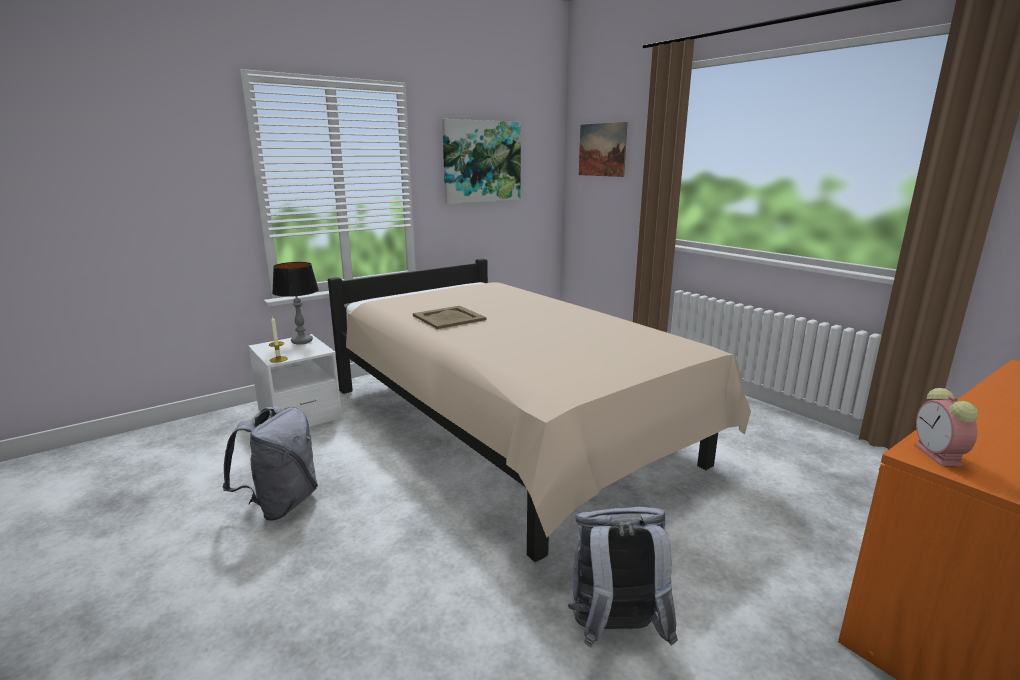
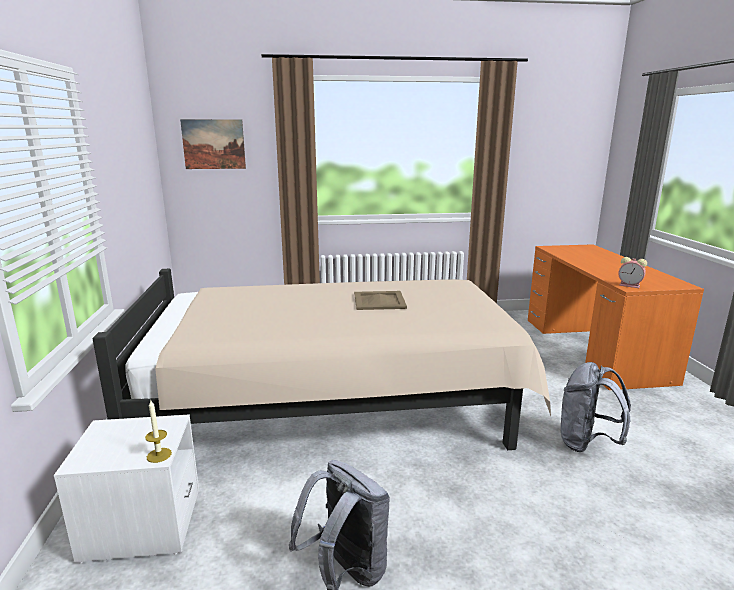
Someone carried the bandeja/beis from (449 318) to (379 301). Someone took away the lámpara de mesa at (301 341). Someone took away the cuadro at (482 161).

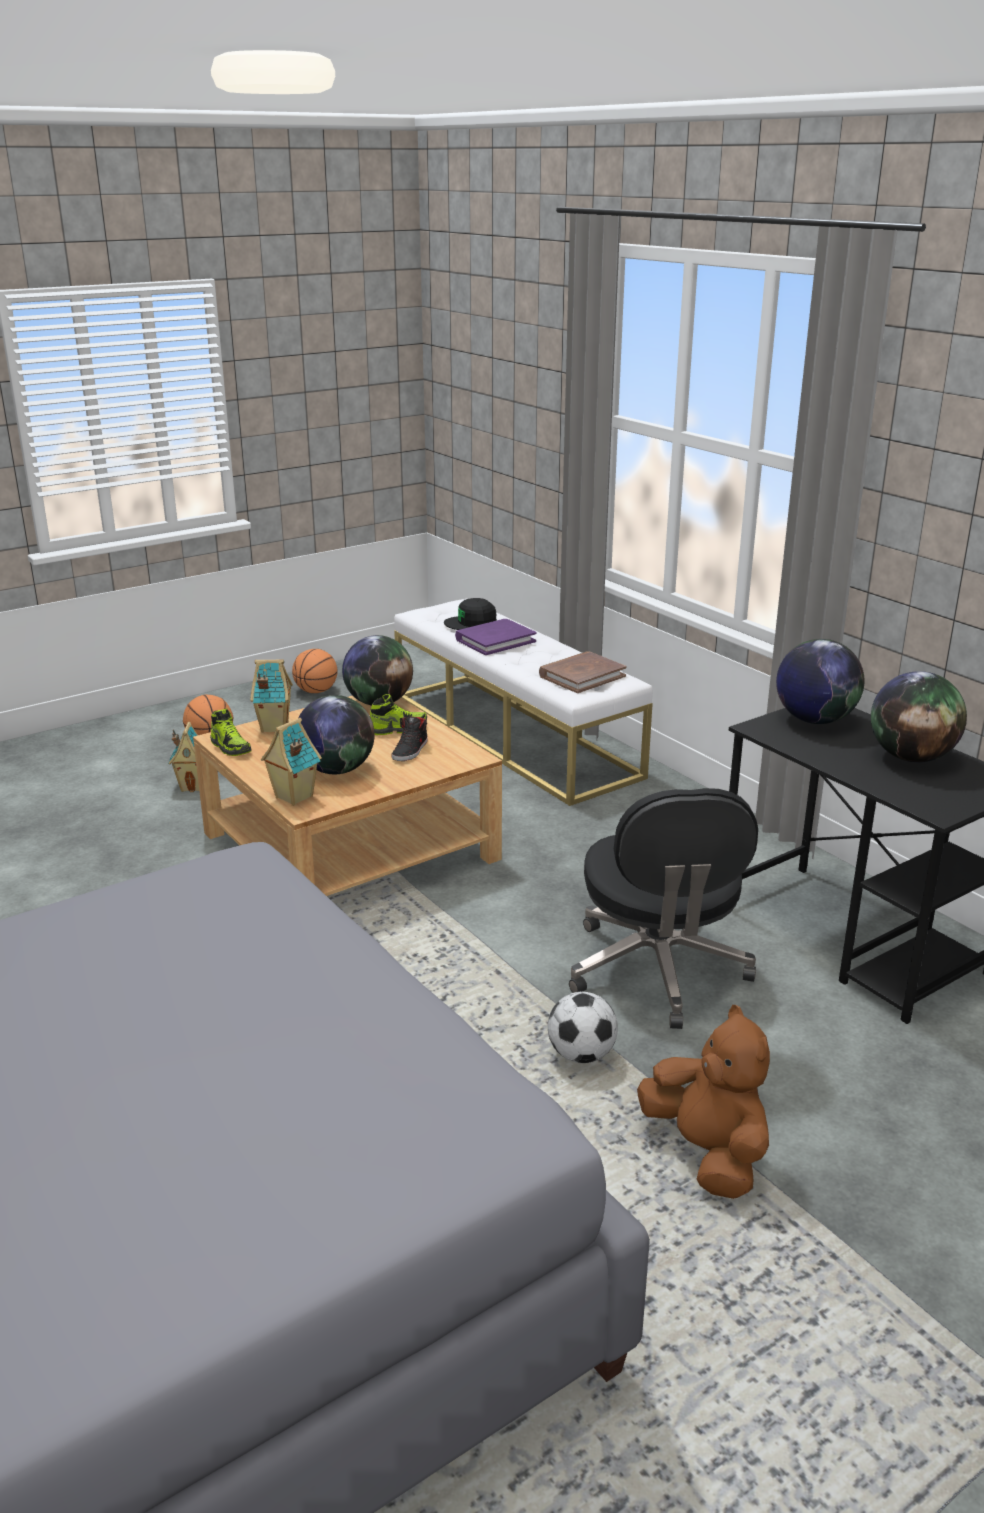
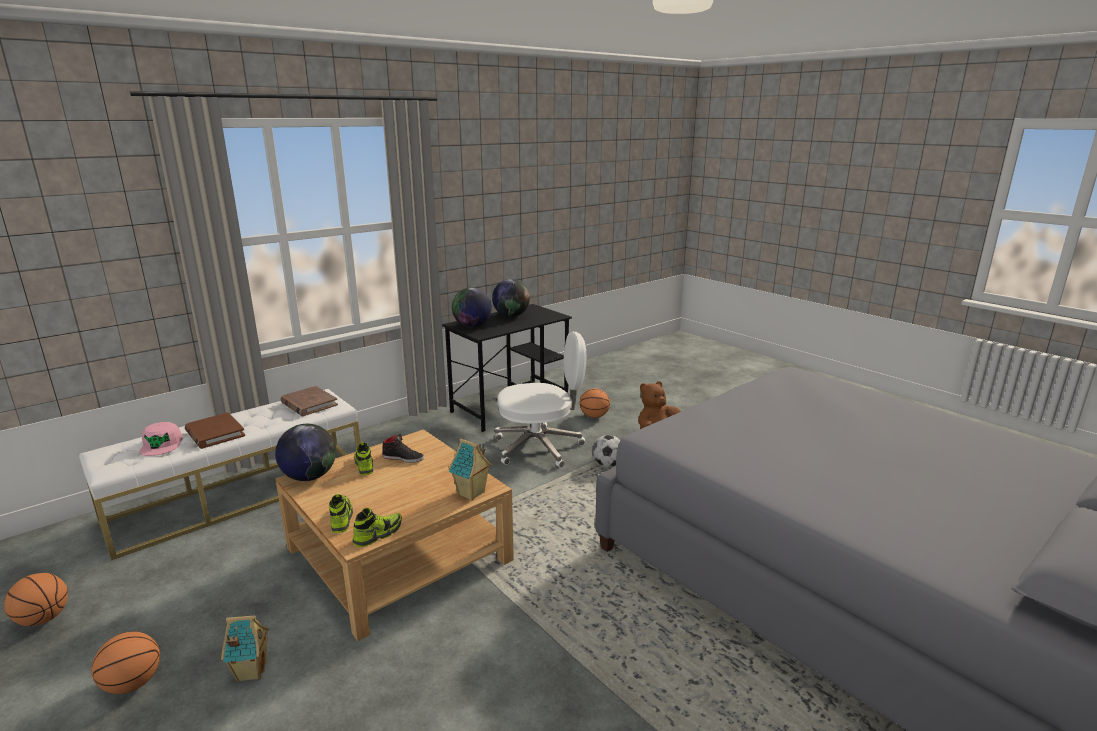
Someone repainted the gorra/negro at (471 623), which became the gorra/rosa at (161 444). Someone repainted the libro/morado at (495 640), which became the libro/marrón at (215 433). Someone swapped the casita at (273 727) for the zapato at (341 519). Someone repainted the silla de oficina/negro at (657 971), which became the silla de oficina/blanco at (540 447). Someone put down the balón de baloncesto at (594 416). Someone took away the globo terráqueo at (336 770).

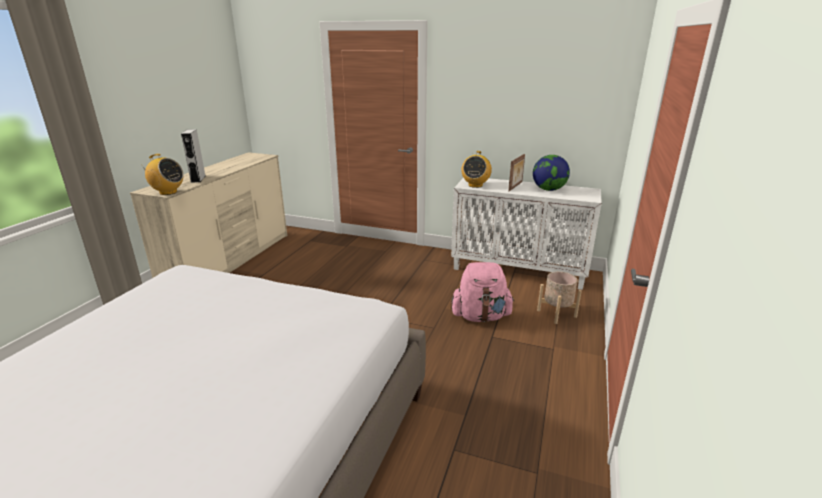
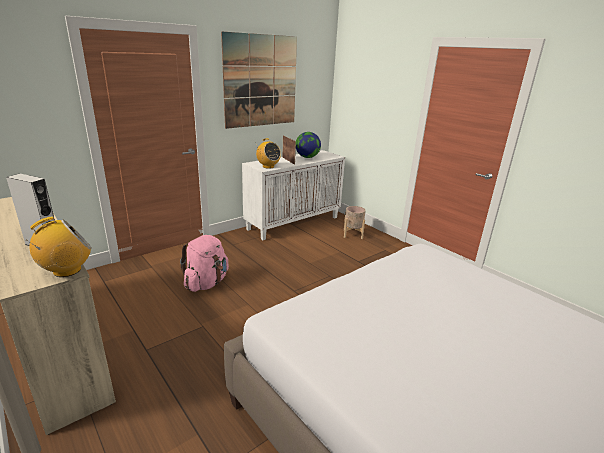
Someone carried the mochila/rosa from (481 316) to (206 283). Someone put up the cuadro at (261 81).

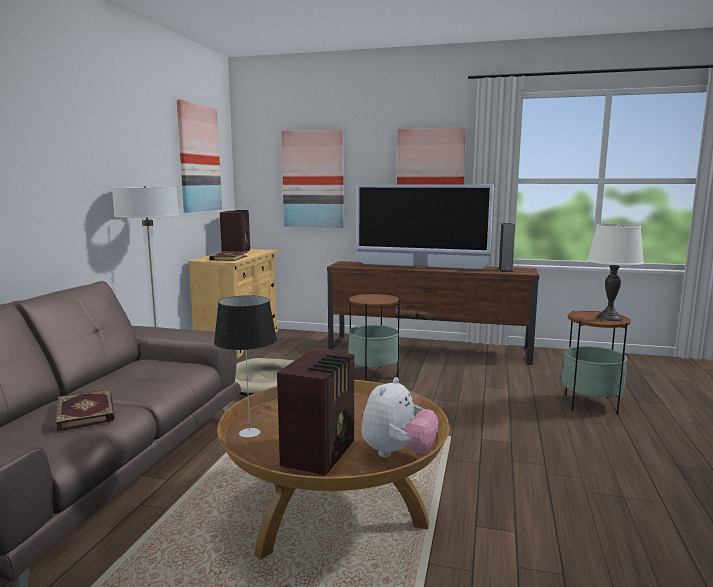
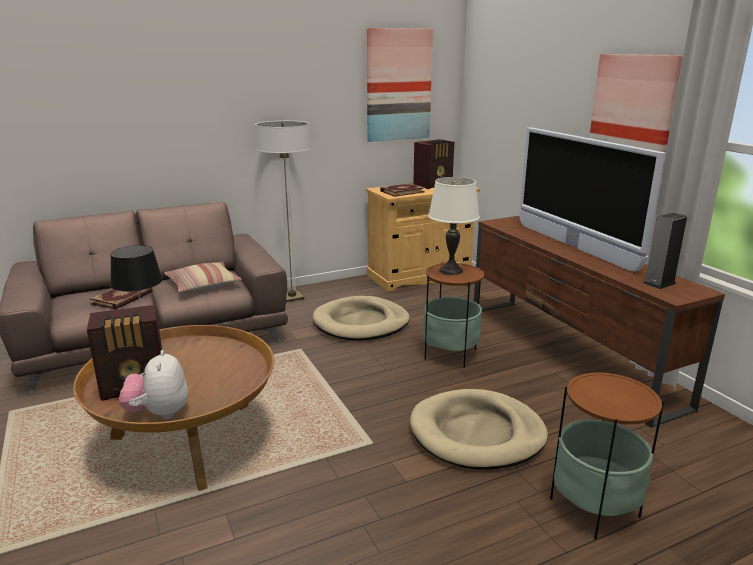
Someone rotated the peluche at (397 453) by 90 degrees clockwise. Someone put down the cojín at (203 284). Someone put down the cama para perro/beis at (477 434). Someone carried the lámpara de mesa/blanco from (609 318) to (451 270). Someone took away the cuadro at (313 179).

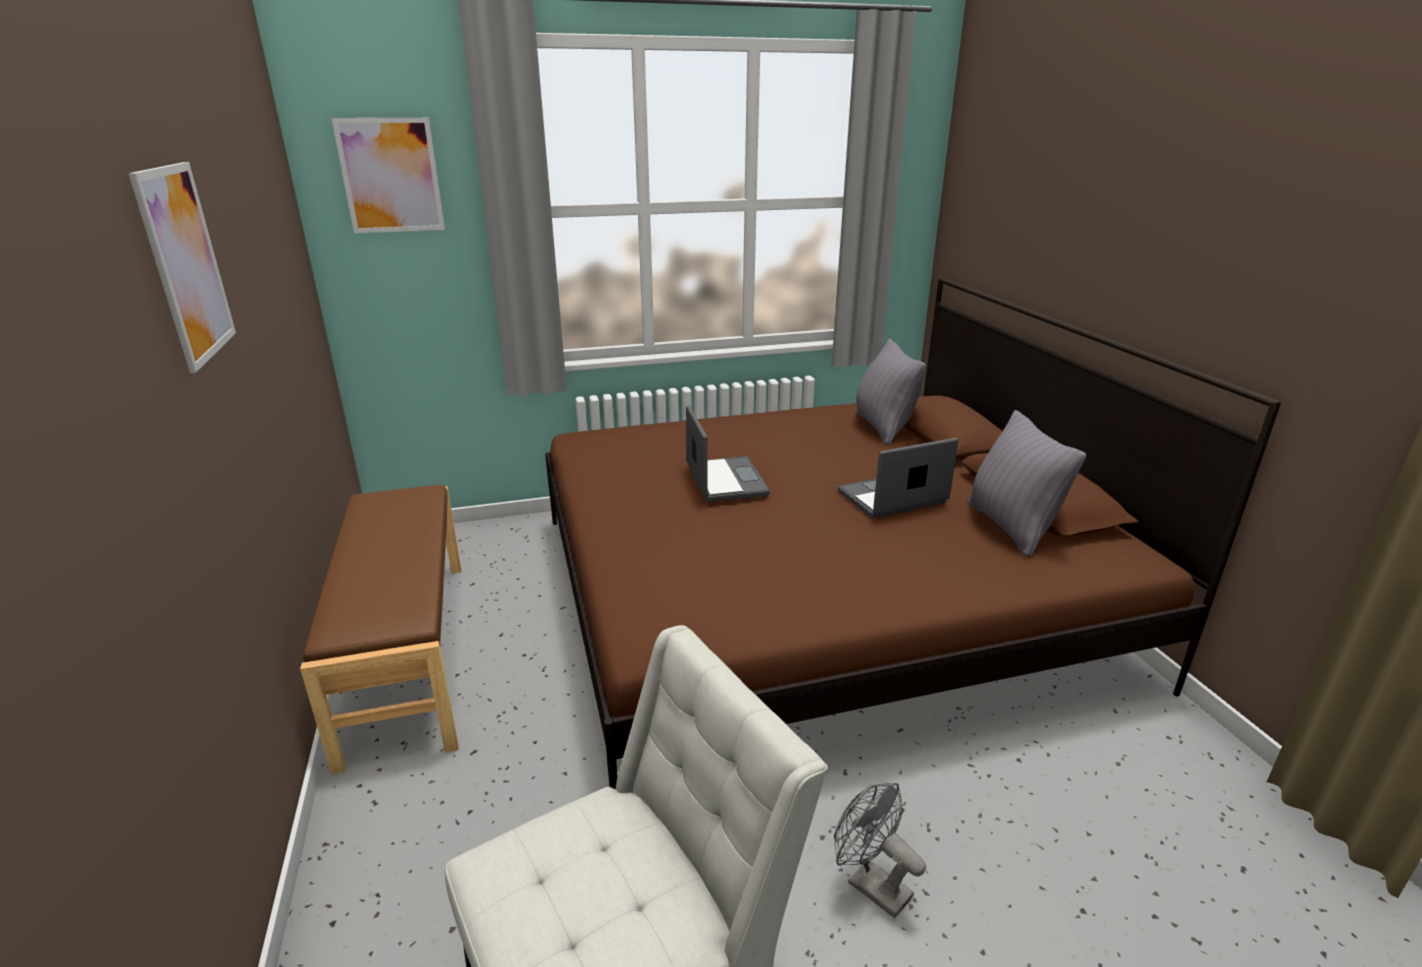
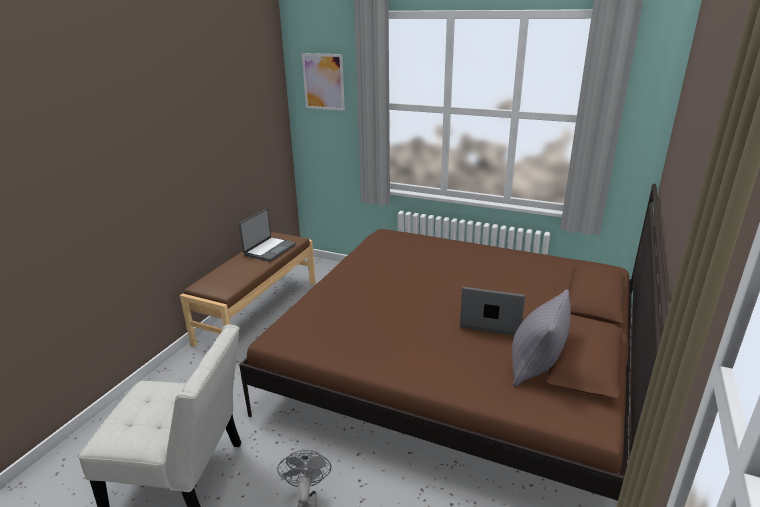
Someone carried the portátil from (724 481) to (269 250). Someone took away the cuadro at (186 264). Someone took away the cojín/gris at (883 428).

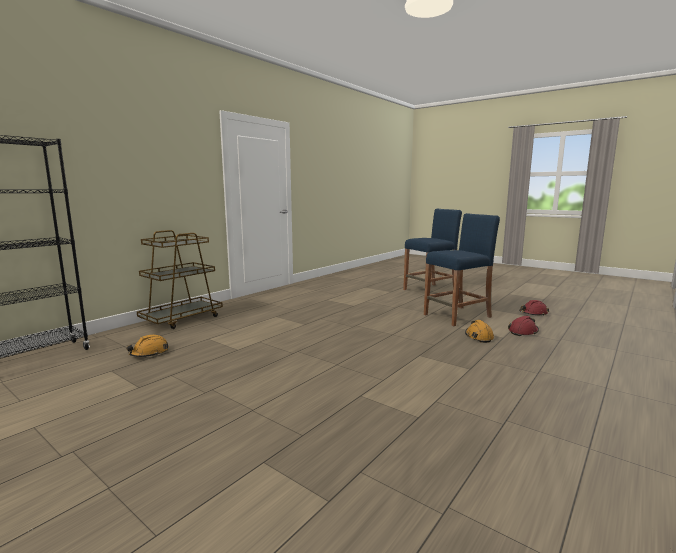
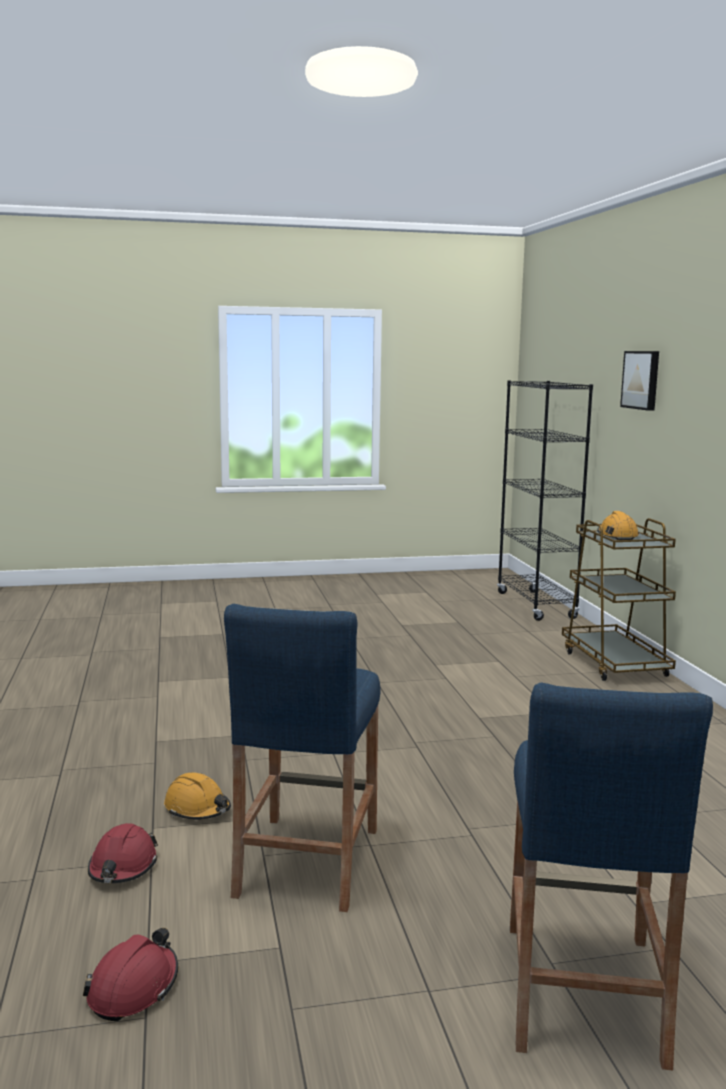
Someone carried the casco/naranja from (149 353) to (617 536). Someone put up the cuadro at (642 380).

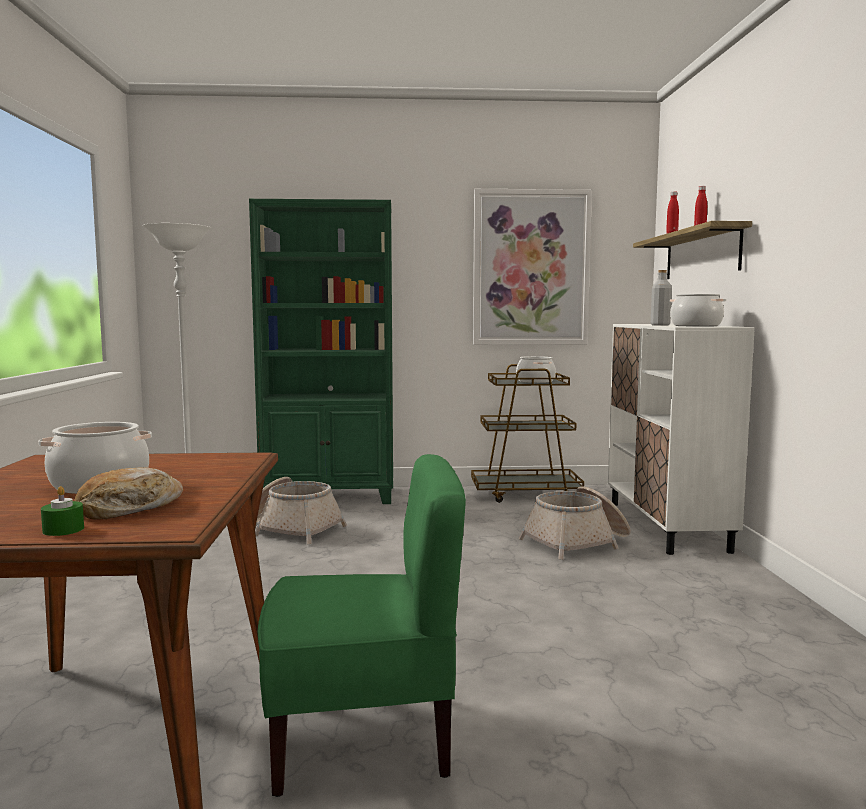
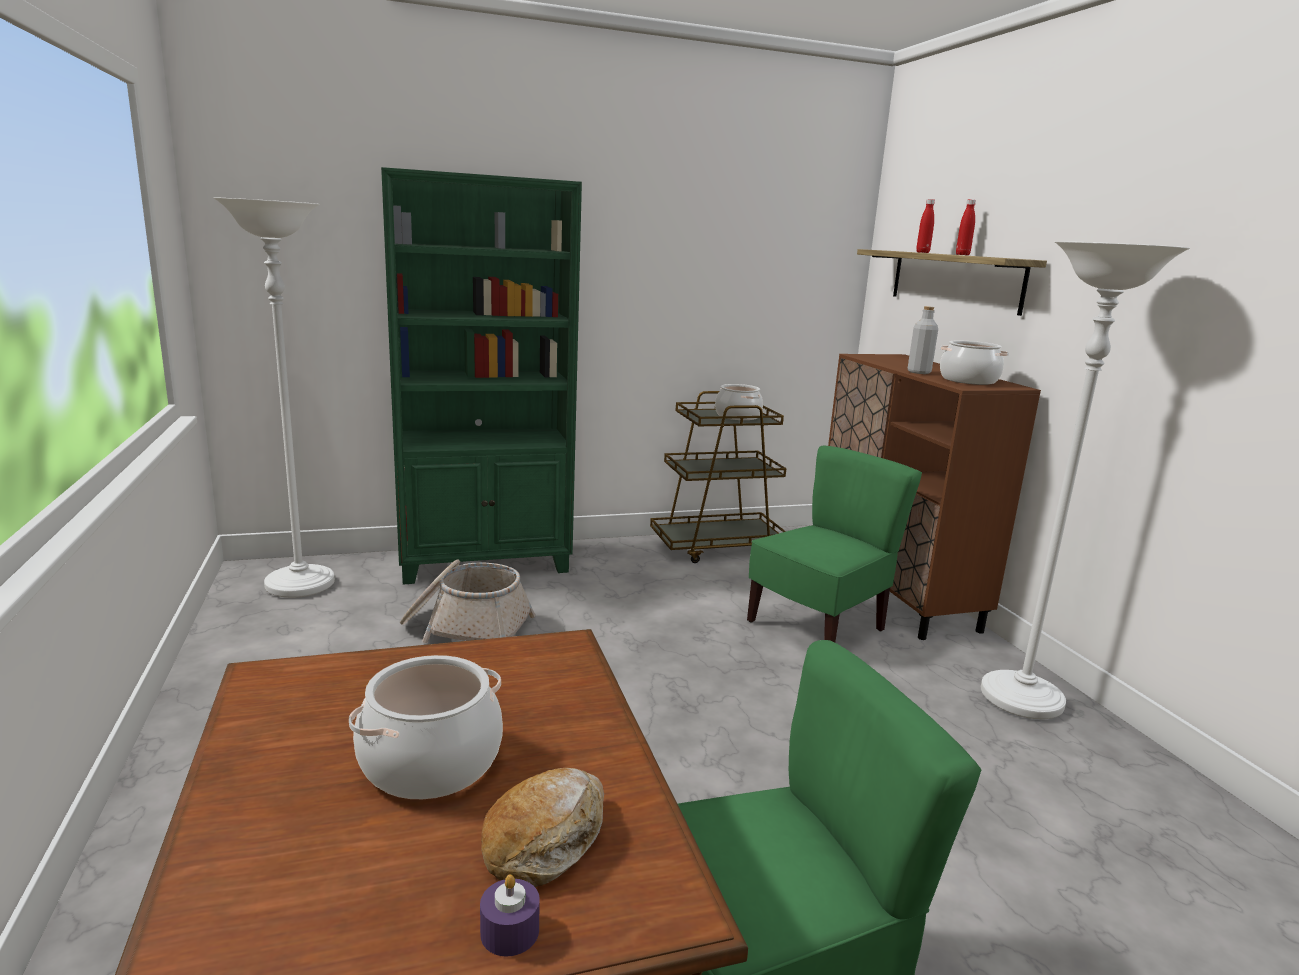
Someone repainted the vela/verde at (63 530), which became the vela/morado at (510 931). Someone swapped the cesta at (578 542) for the silla/verde at (818 627). Someone repainted the armario/blanco at (666 526), which became the armario/marrón at (895 593). Someone put down the lámpara de pie/blanco at (1021 699). Someone took away the cuadro at (531 268).

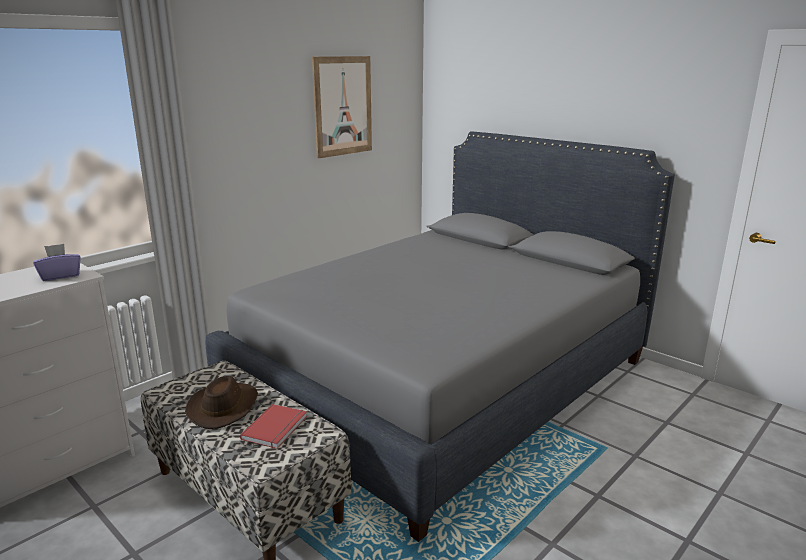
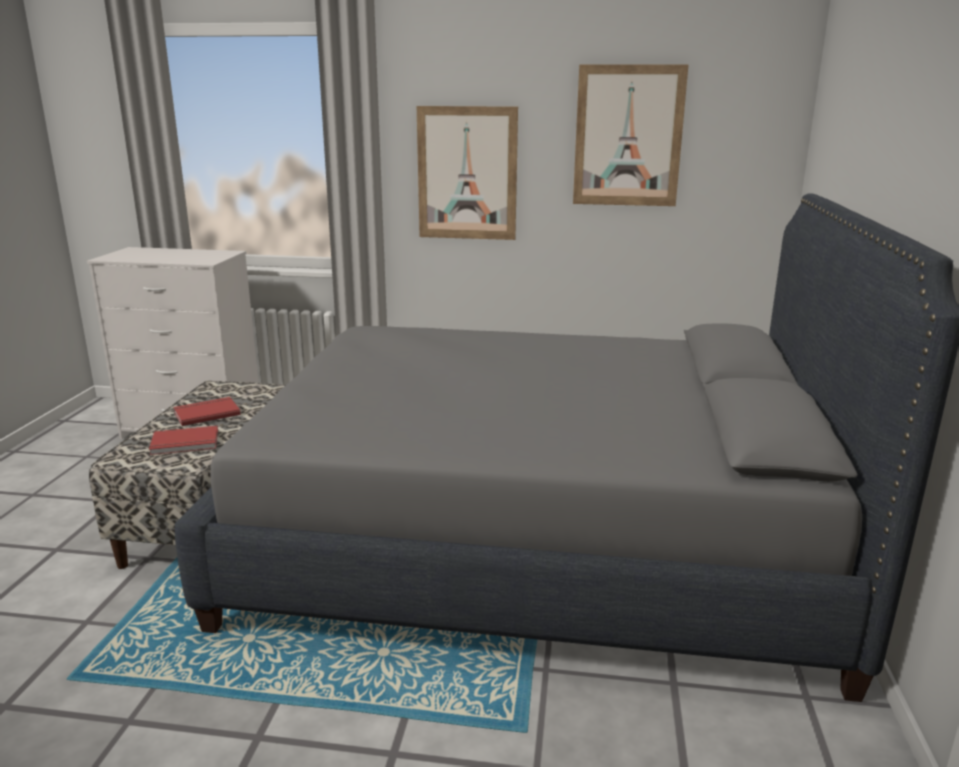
Someone swapped the sombrero/marrón at (224 407) for the libro/rojo at (206 413). Someone put up the cuadro at (467 174). Someone took away the caja de pañuelos/morado at (60 276).

